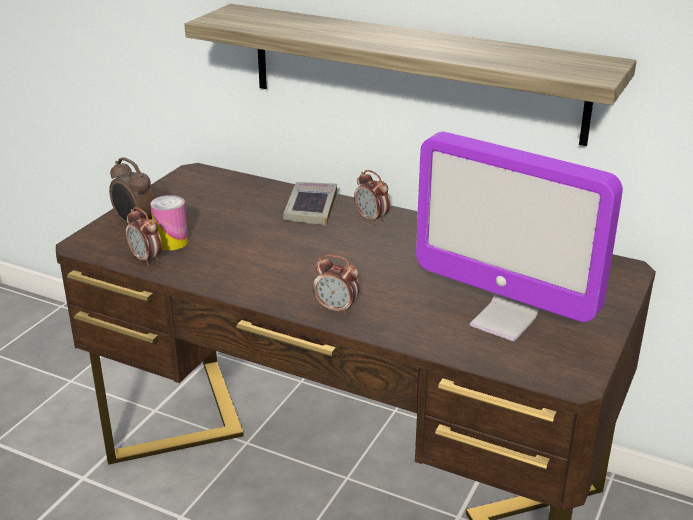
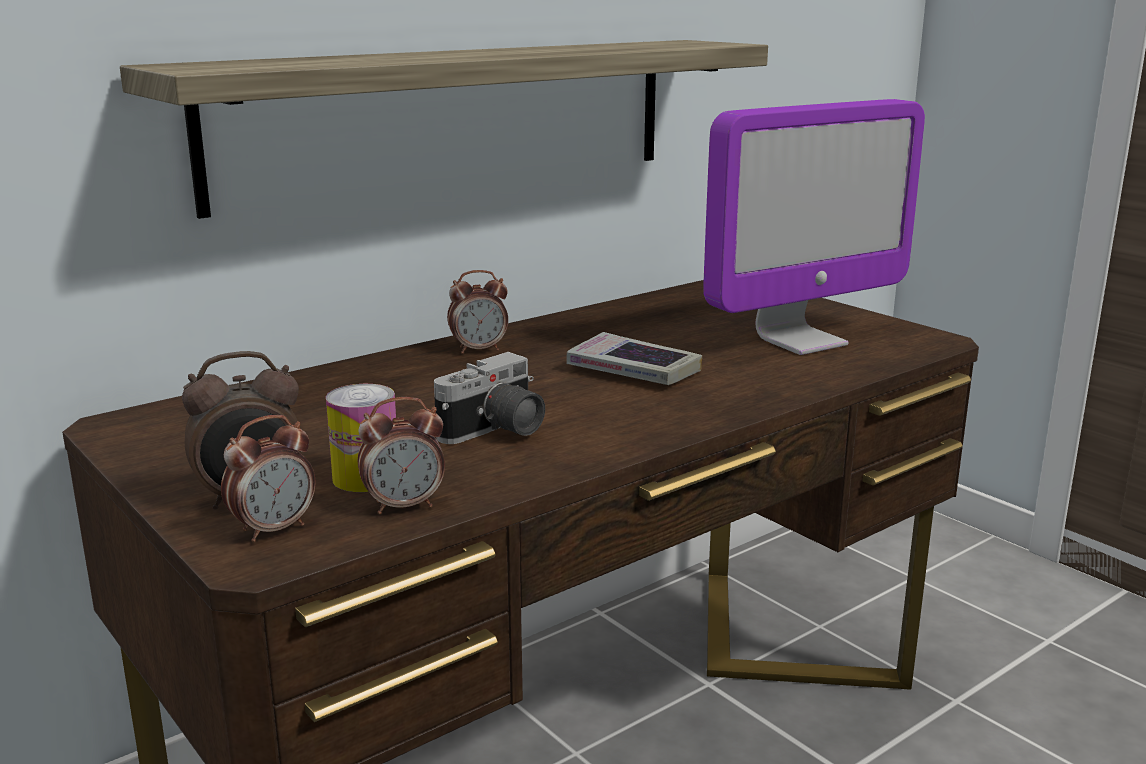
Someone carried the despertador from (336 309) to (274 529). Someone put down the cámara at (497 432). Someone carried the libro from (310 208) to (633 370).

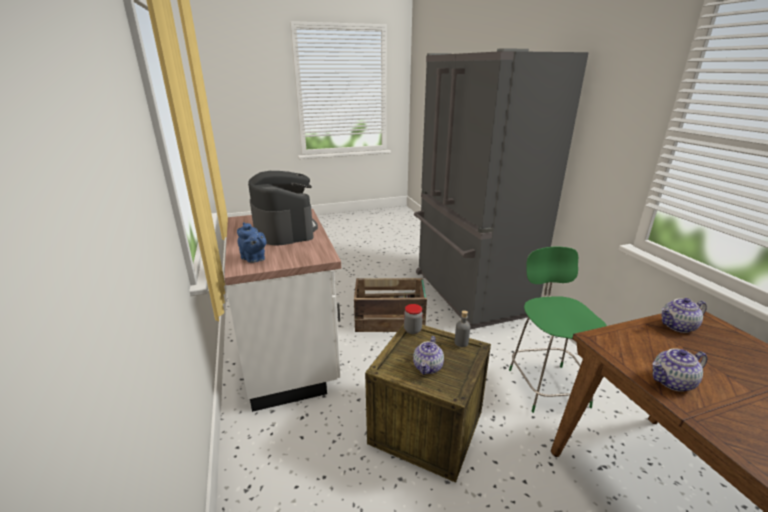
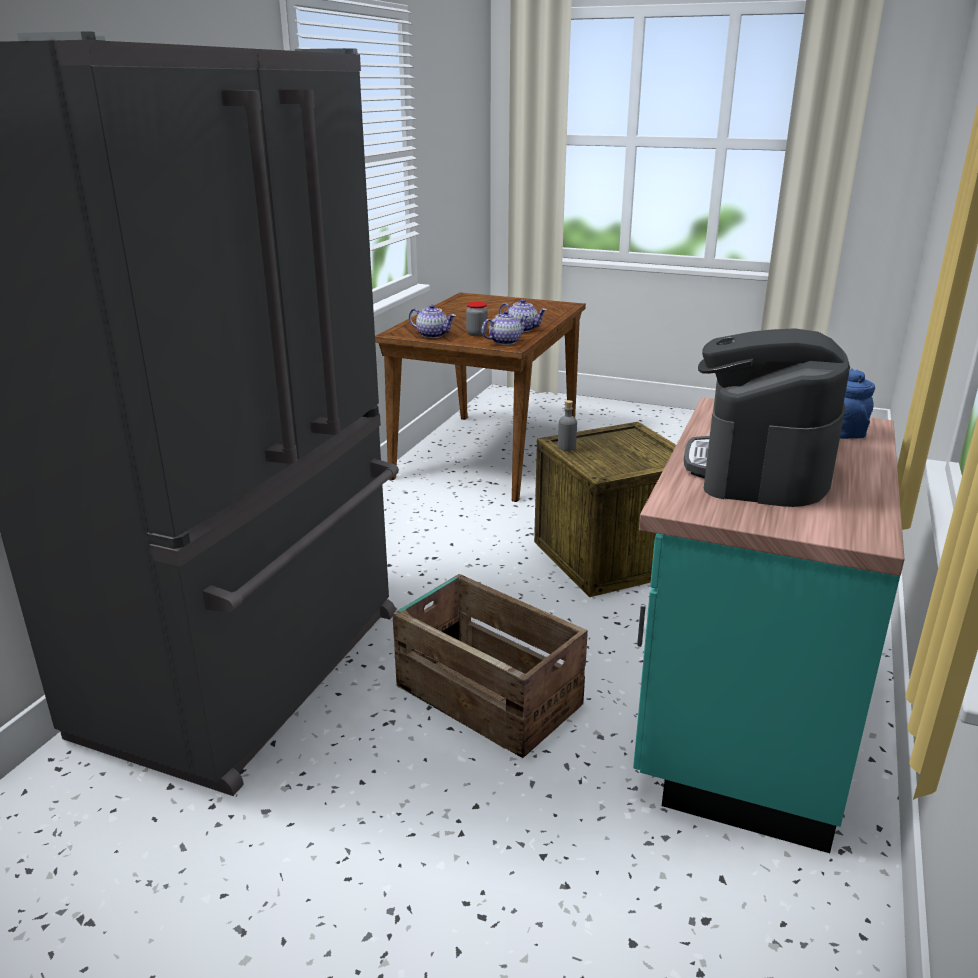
Someone carried the tarro from (412 330) to (477 334). Someone carried the tetera from (428 367) to (505 342). Someone repainted the mueble bajo de cocina/blanco at (291 354), which became the mueble bajo de cocina/turquesa at (740 721). Someone took away the silla/verde at (546 385).

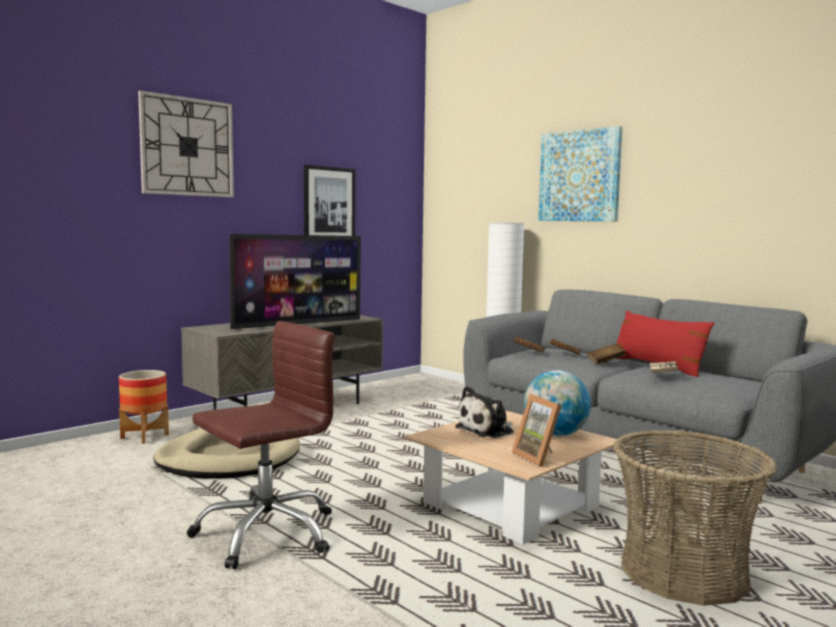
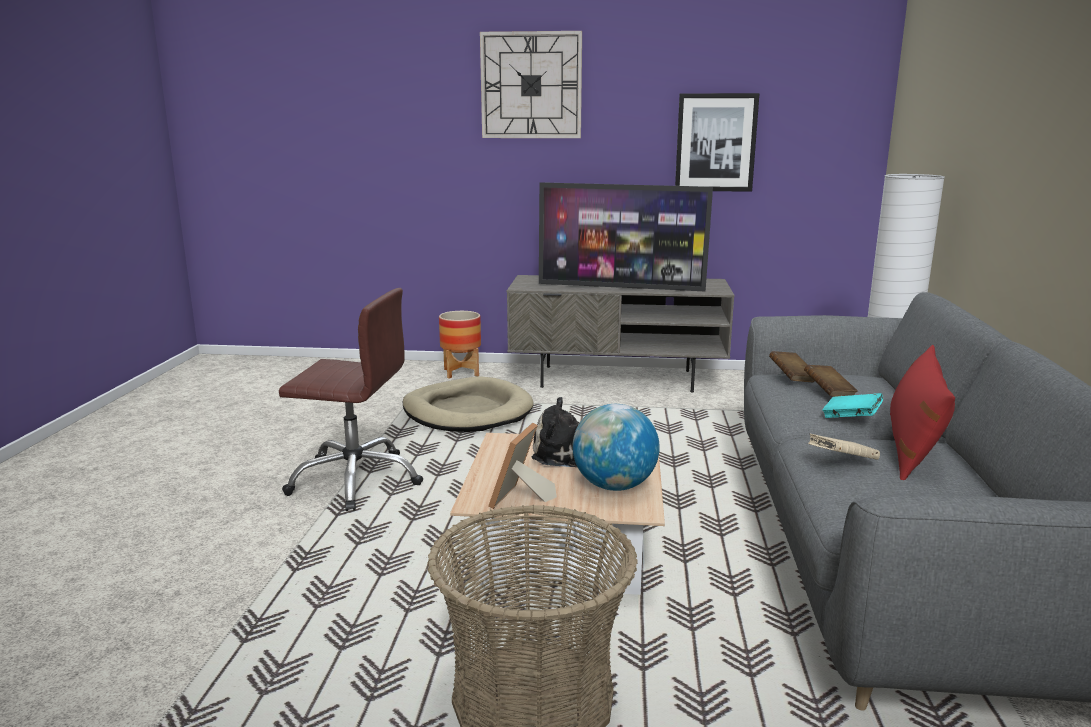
Someone repainted the libro/marrón at (606 362), which became the libro/turquesa at (851 418). Someone took away the cuadro at (579 176).

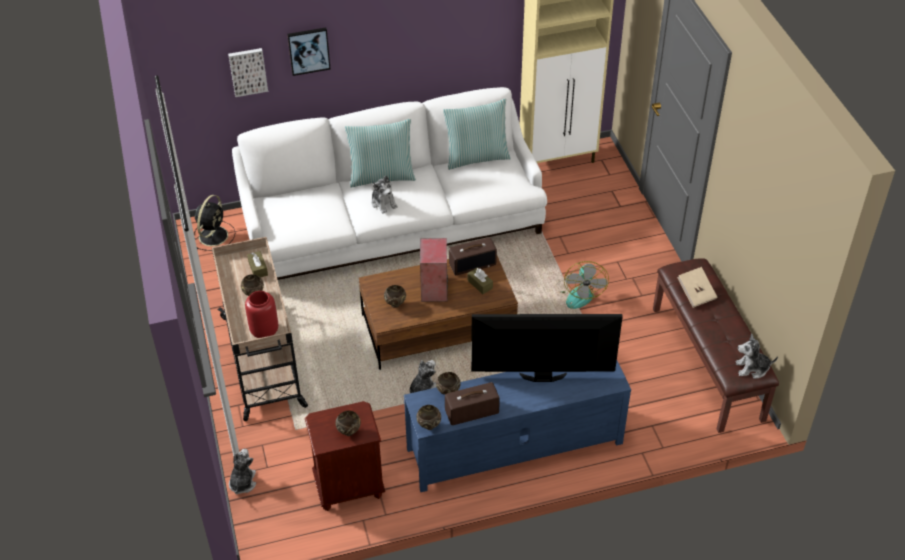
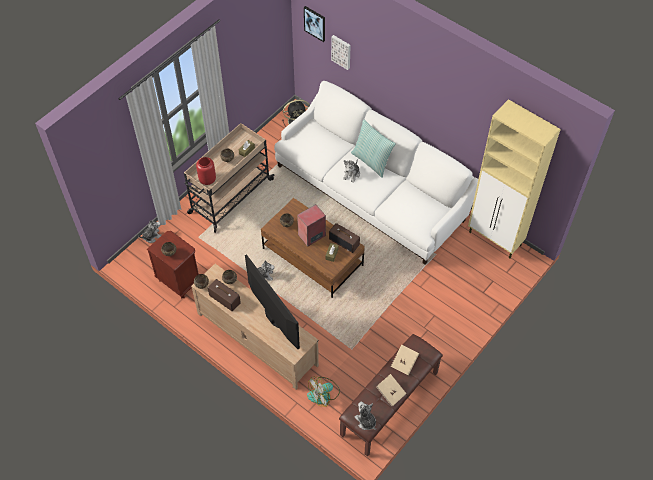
Someone repainted the mueble de televisión/azul at (514 446), which became the mueble de televisión/beis at (256 339). Someone carried the cuadro from (308 50) to (315 23). Someone carried the ventilador from (579 293) to (323 394). Someone put down the libro/beis at (391 392). Someone took away the cojín at (476 157).

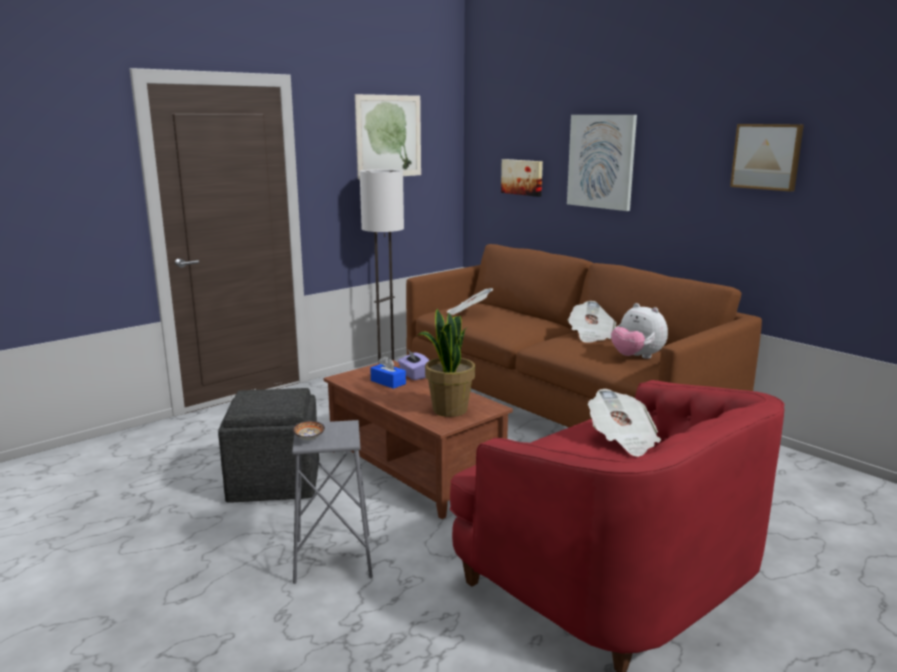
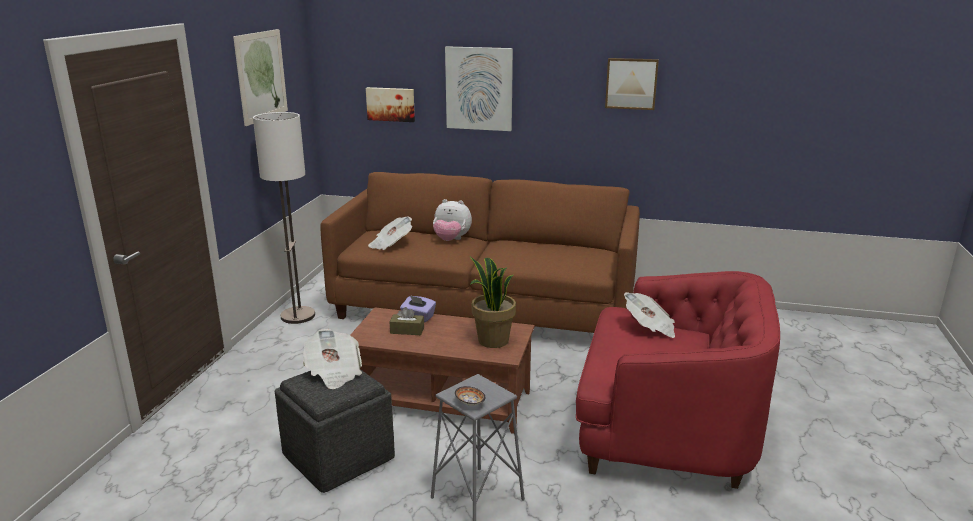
Someone carried the periódico from (591 335) to (334 373). Someone repainted the caja de pañuelos/azul at (388 382), which became the caja de pañuelos/marrón at (407 330). Someone carried the peluche from (637 357) to (451 240).

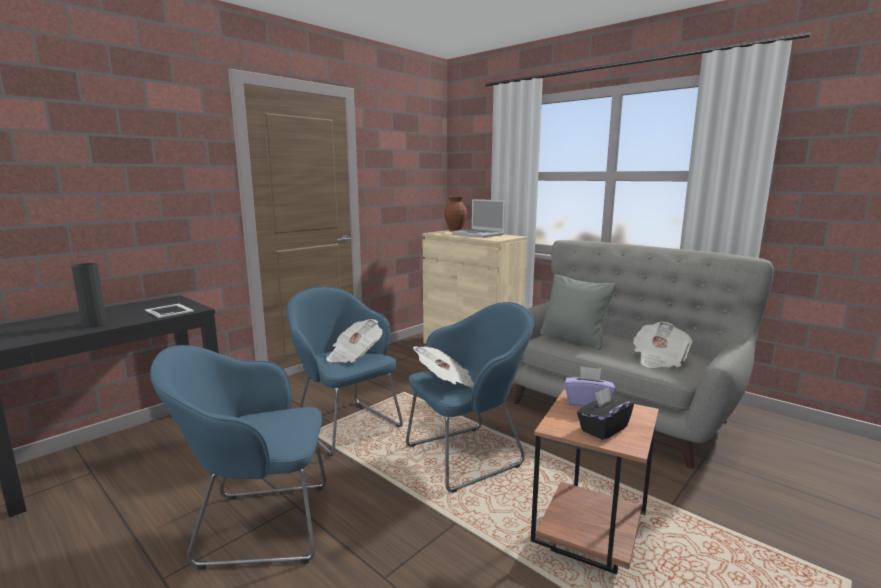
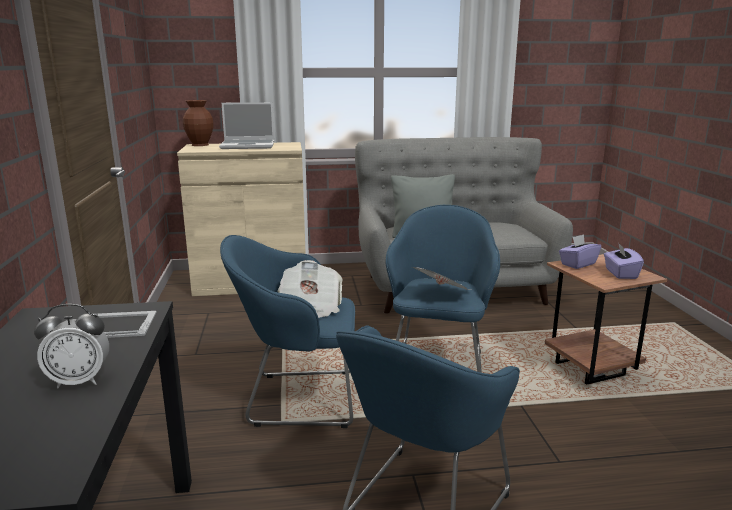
Someone swapped the florero/negro at (94 324) for the despertador at (79 381). Someone repainted the caja de pañuelos/negro at (603 429), which became the caja de pañuelos/morado at (620 273). Someone took away the periódico at (658 359).

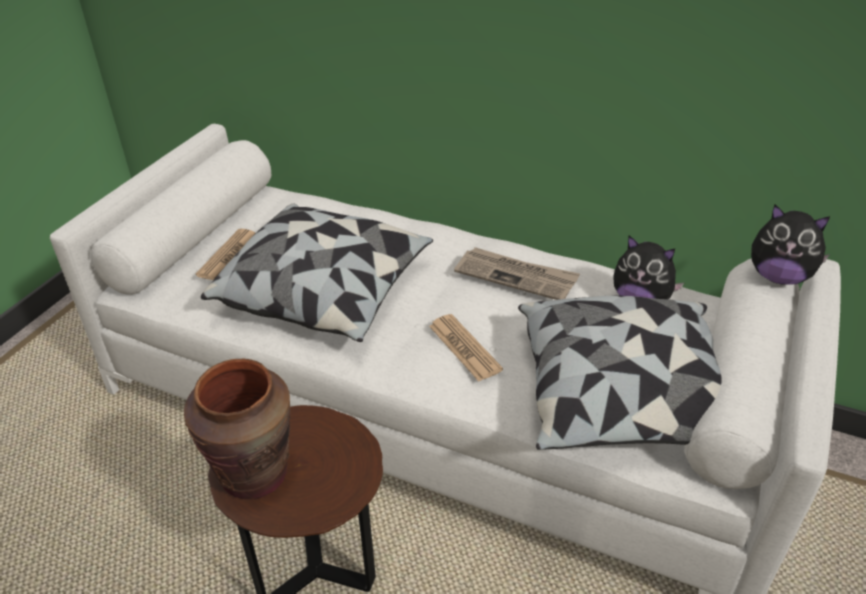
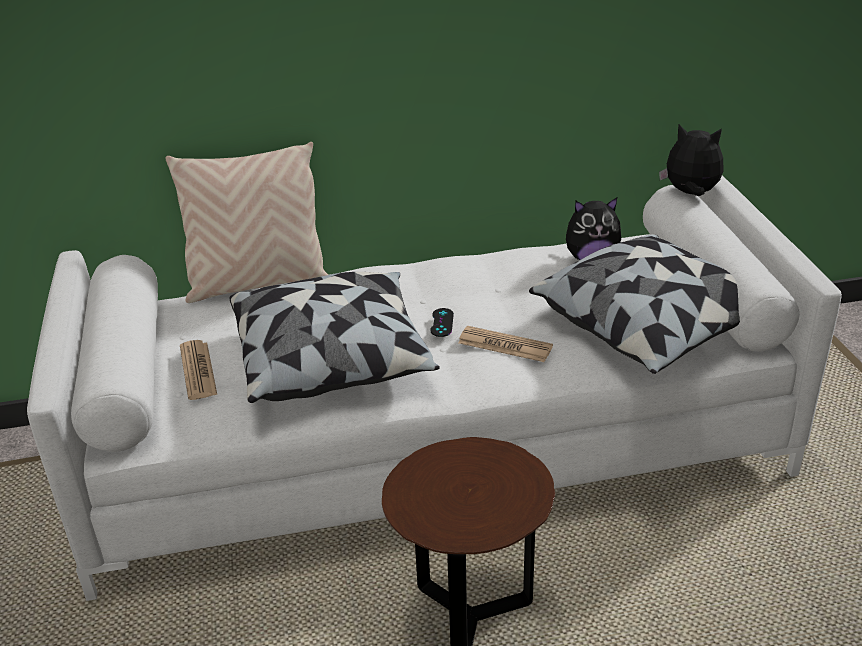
Someone put down the cojín/beis at (258 284). Someone put down the mando de consola/negro at (442 322). Someone rotated the peluche at (778 277) by 150 degrees counterclockwise. Someone took away the florero/marrón at (254 474). Someone took away the periódico at (516 276).

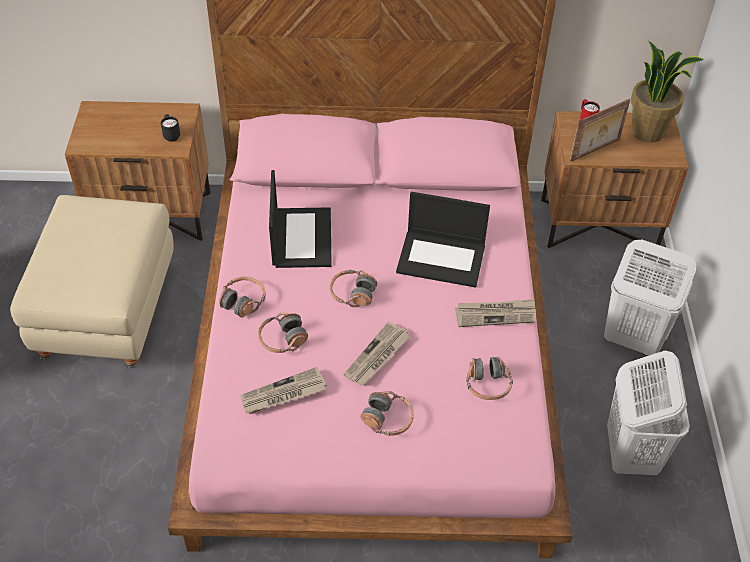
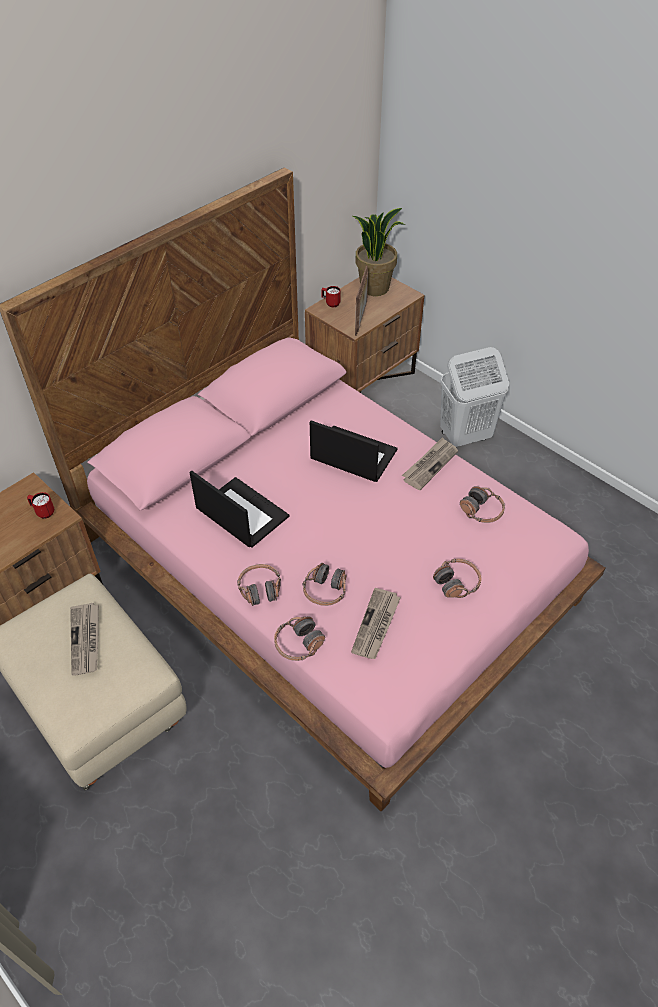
Someone repainted the taza grande/negro at (171 135), which became the taza grande/rojo at (43 512). Someone carried the periódico from (377 356) to (86 640). Someone carried the auriculares from (352 294) to (298 644). Someone rotated the portátil at (442 258) by 120 degrees counterclockwise. Someone took away the cesto de la ropa/blanco at (630 453).

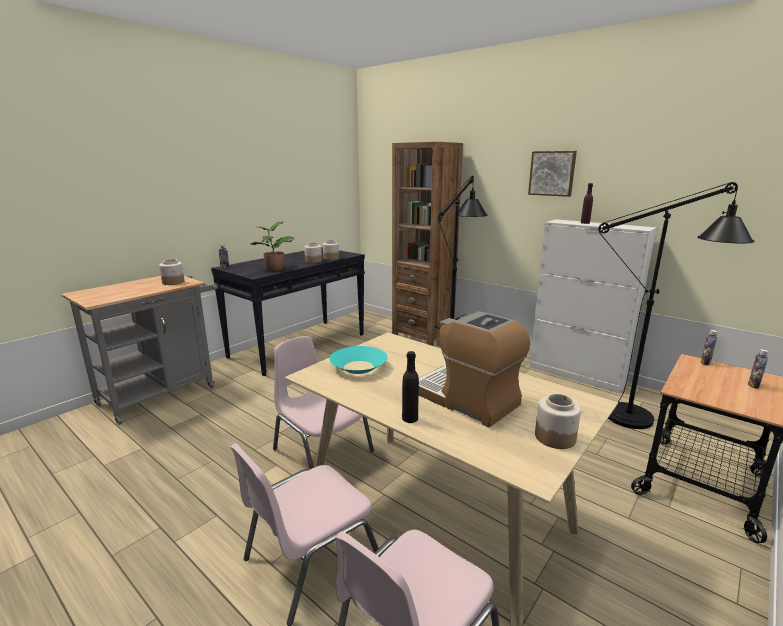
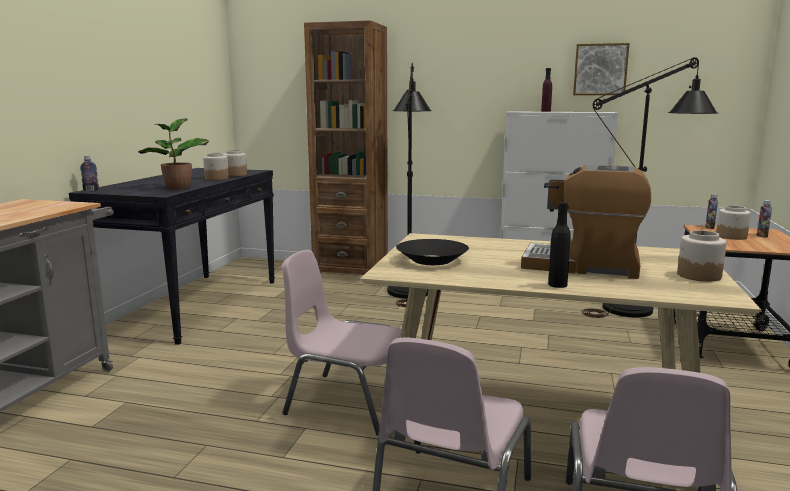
Someone repainted the cuenco/turquesa at (358 367), which became the cuenco/negro at (431 260). Someone carried the cuadro from (552 173) to (600 69). Someone carried the tarro from (173 282) to (731 236).

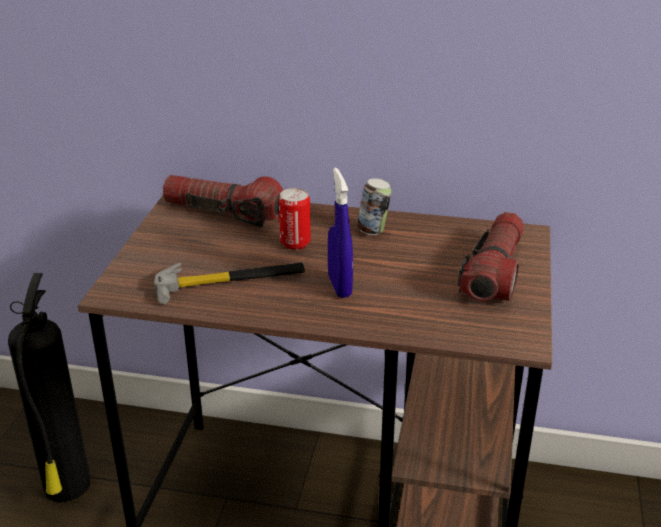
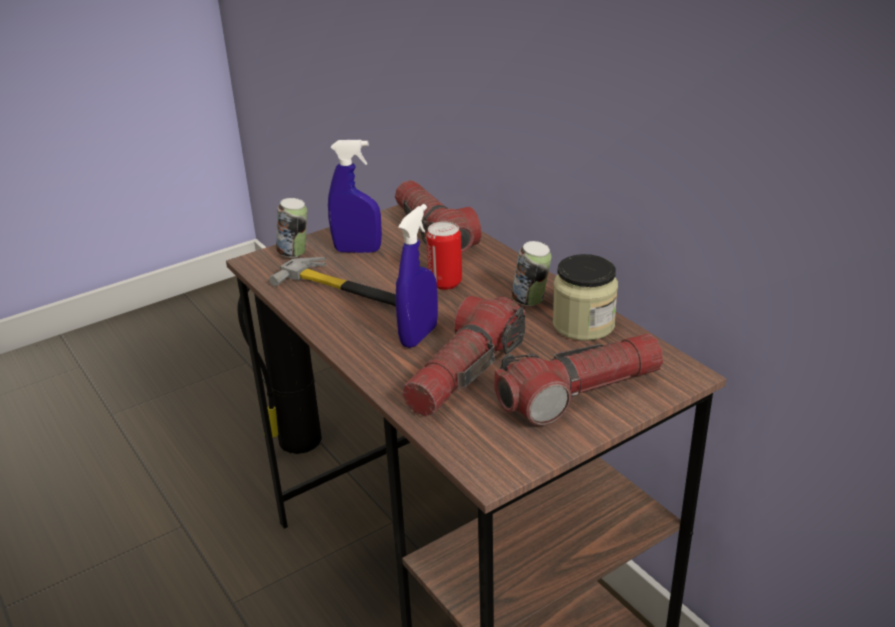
Someone put down the lata at (294 253). Someone put down the pulverizador/azul at (357 250). Someone put down the linterna at (464 373). Someone put down the tarro at (583 324).

